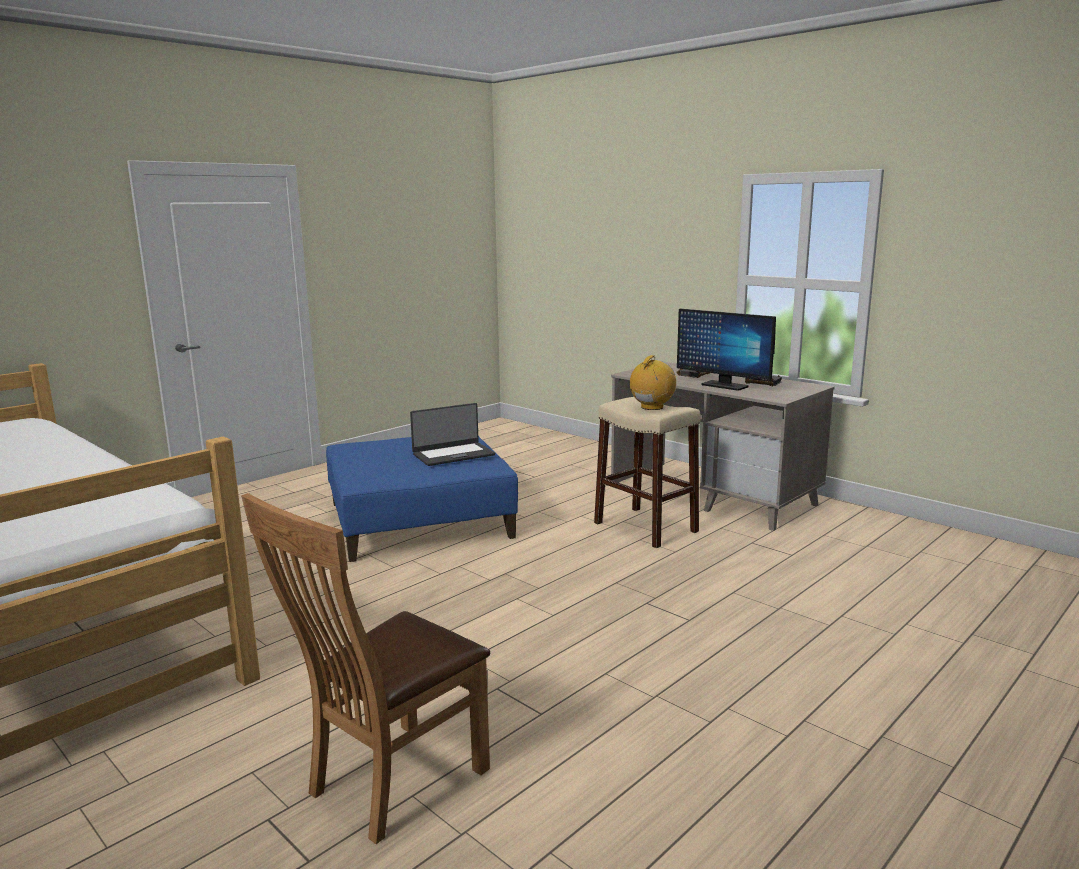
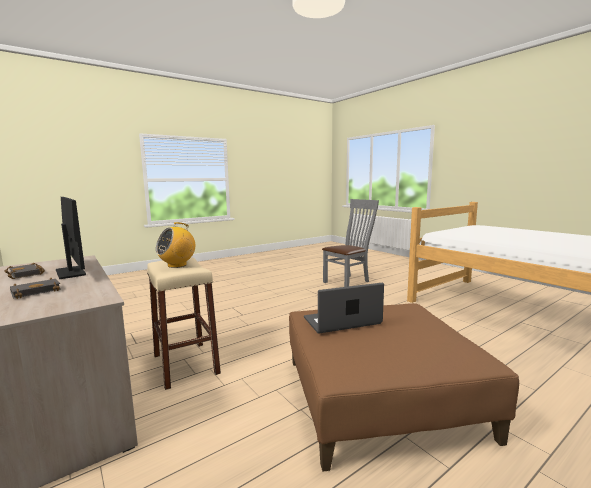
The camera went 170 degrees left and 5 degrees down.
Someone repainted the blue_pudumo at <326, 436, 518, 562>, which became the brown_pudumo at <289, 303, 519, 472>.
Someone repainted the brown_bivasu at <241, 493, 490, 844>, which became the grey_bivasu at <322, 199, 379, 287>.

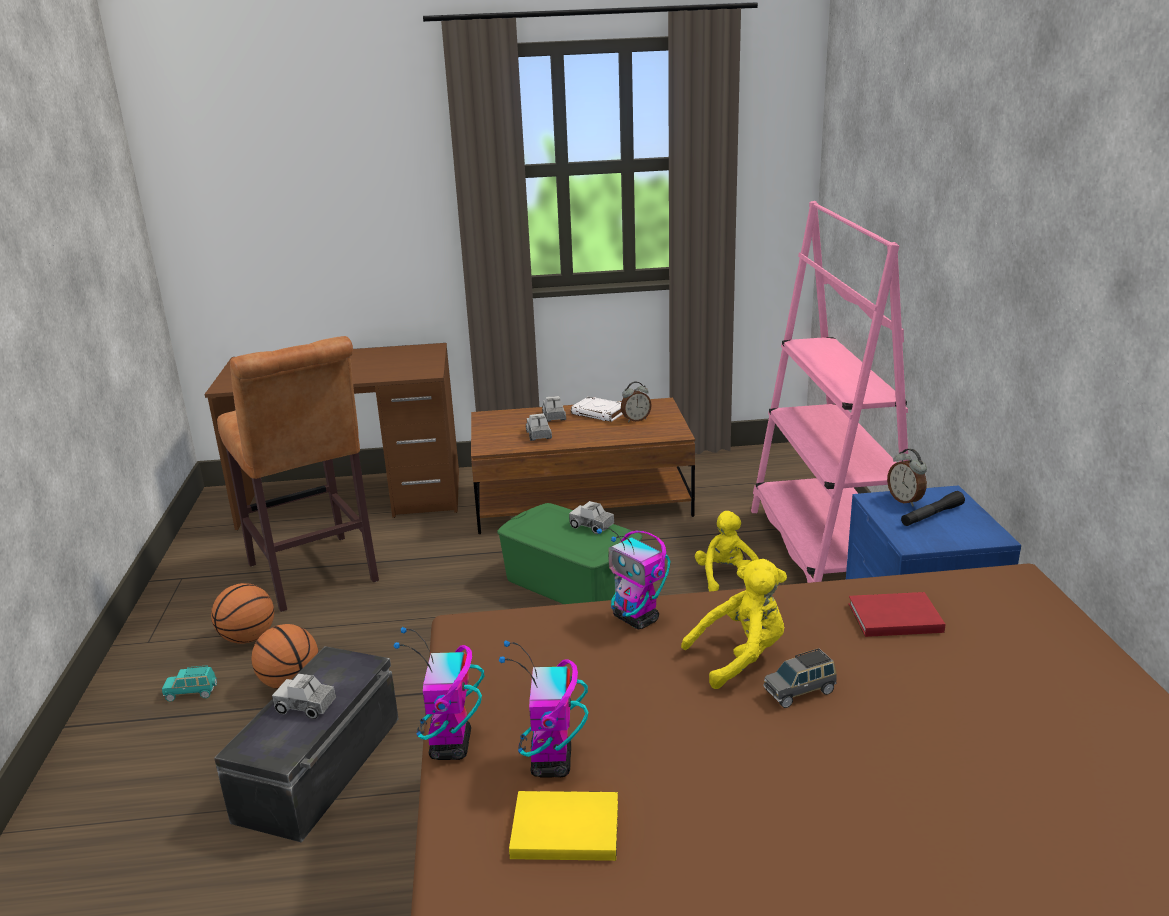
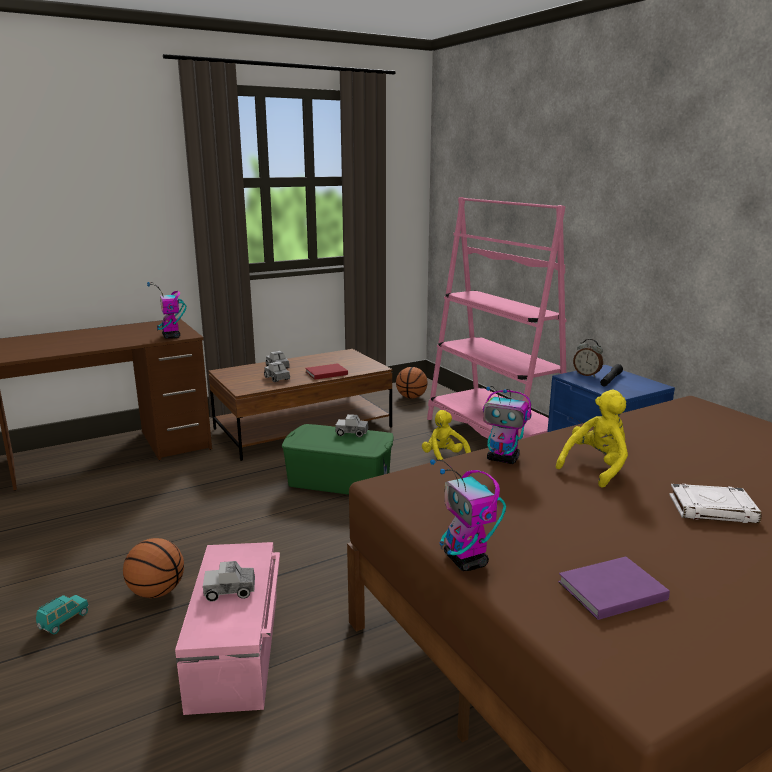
The camera went 25 degrees left and 5 degrees down.
Someone took away the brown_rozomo at <217, 336, 379, 612>.
Someone took away the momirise at <621, 382, 652, 423>.
Someone carried the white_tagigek from <571, 397, 623, 422> to <669, 484, 761, 523>.
Someone carried the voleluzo from <211, 583, 274, 644> to <396, 367, 428, 398>.
Someone carried the red_tagigek from <848, 592, 945, 637> to <305, 363, 348, 380>.
Someone carried the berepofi from <499, 640, 589, 778> to <147, 282, 186, 339>.
Someone repainted the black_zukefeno at <214, 646, 399, 843>, which became the pink_zukefeno at <175, 542, 280, 715>.
Someone took away the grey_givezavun at <763, 648, 837, 708>.
Someone rotated the turquoise_givezavun at <162, 665, 217, 702> by 150 degrees clockwise.
Someone repainted the yellow_tagigek at <509, 791, 618, 861>, which became the purple_tagigek at <558, 556, 670, 620>.

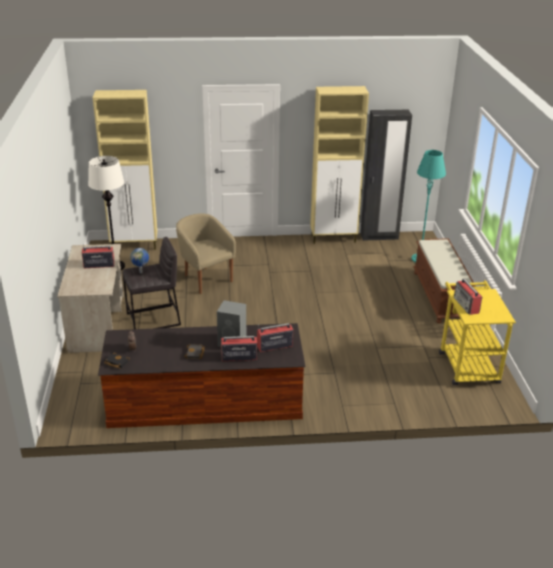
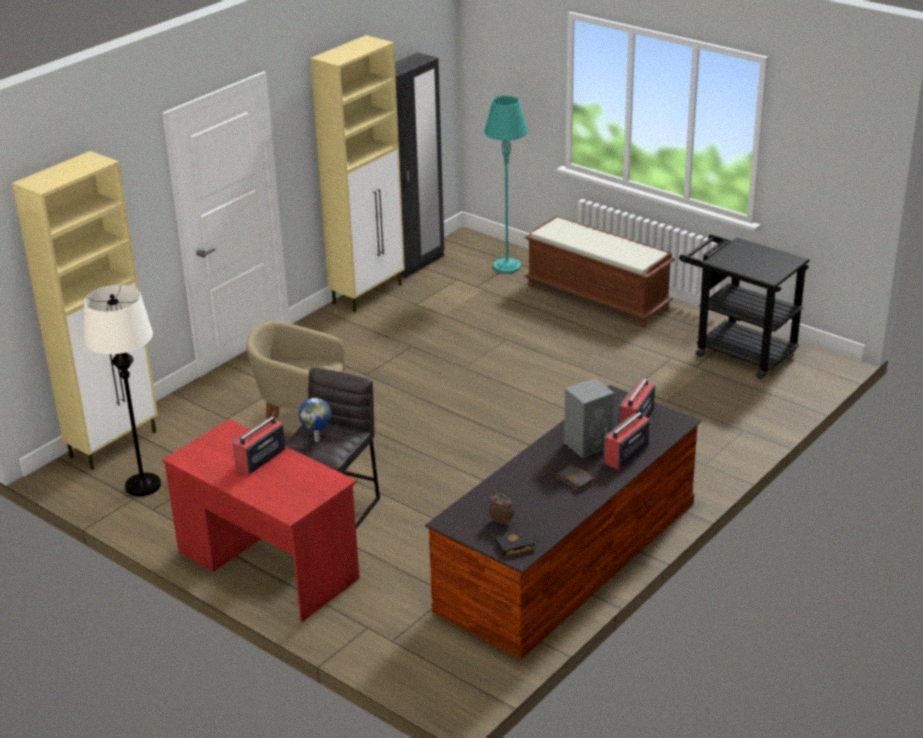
The camera went 45 degrees left and 0 degrees up.
Someone repainted the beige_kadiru at <57, 244, 124, 353>, which became the red_kadiru at <162, 419, 360, 622>.
Someone took away the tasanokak at <454, 278, 482, 315>.
Someone repainted the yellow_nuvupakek at <439, 281, 516, 385>, which became the black_nuvupakek at <679, 234, 810, 379>.

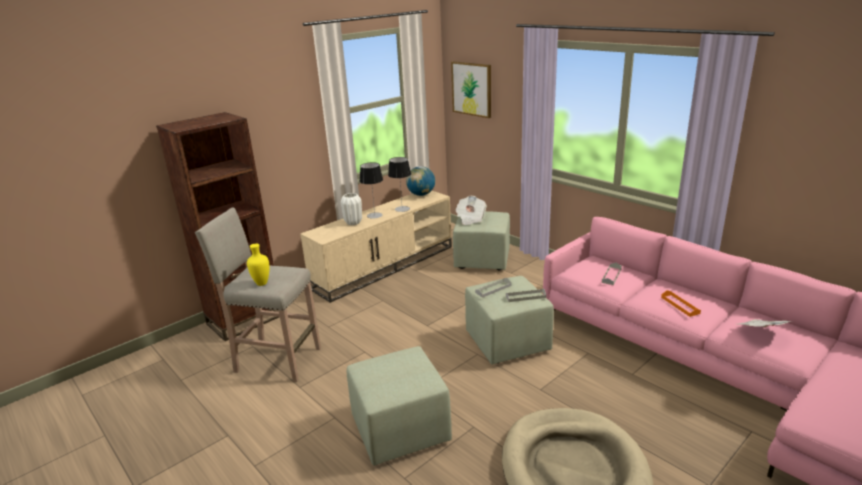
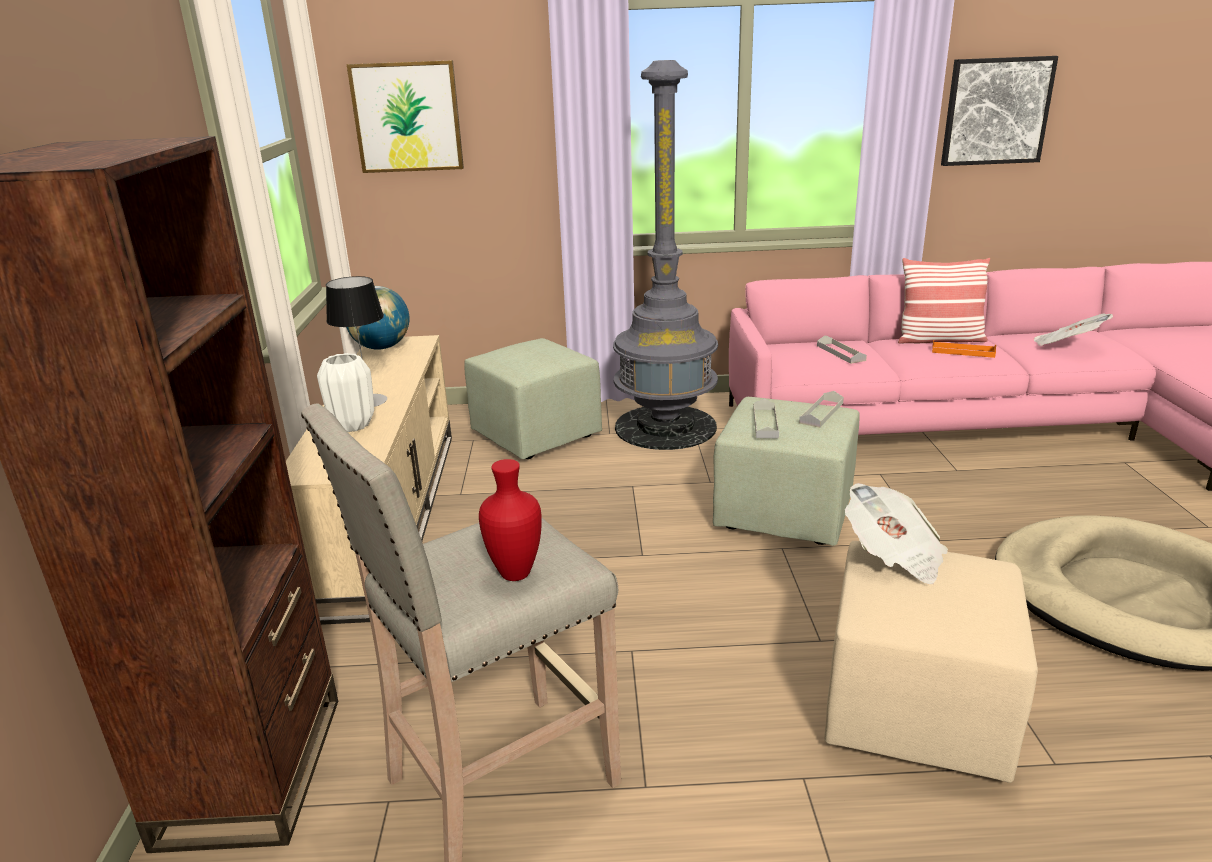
The camera went 50 degrees left and 0 degrees up.
Someone took away the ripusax at <388, 157, 411, 212>.
Someone carried the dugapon from <455, 196, 487, 225> to <845, 483, 948, 584>.
Someone repainted the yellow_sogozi at <247, 243, 269, 286>, which became the red_sogozi at <479, 459, 542, 581>.
Someone repainted the green_pudumo at <347, 346, 452, 466>, which became the beige_pudumo at <824, 541, 1038, 783>.
Someone put up the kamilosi at <941, 56, 1058, 166>.
Someone put down the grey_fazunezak at <613, 60, 718, 450>.
Someone put down the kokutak at <898, 258, 990, 344>.

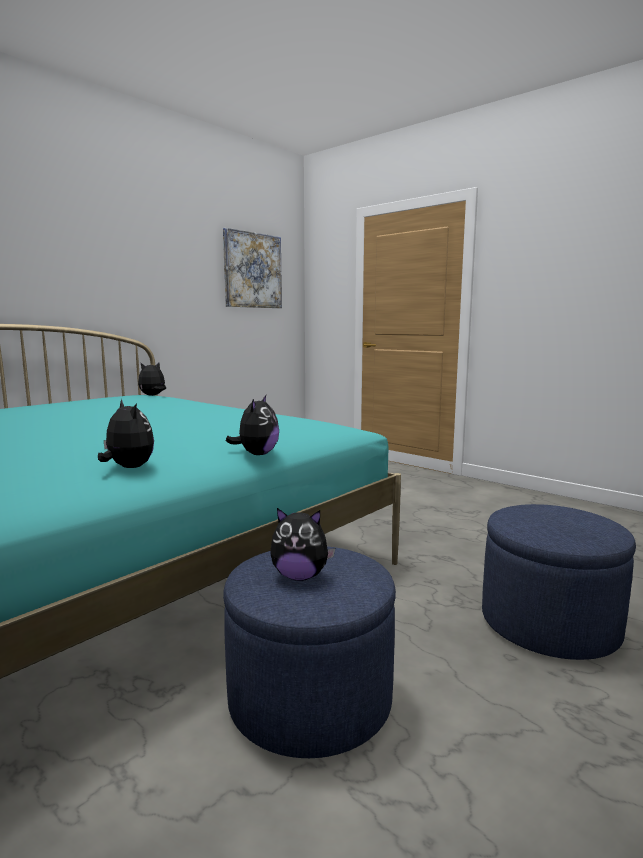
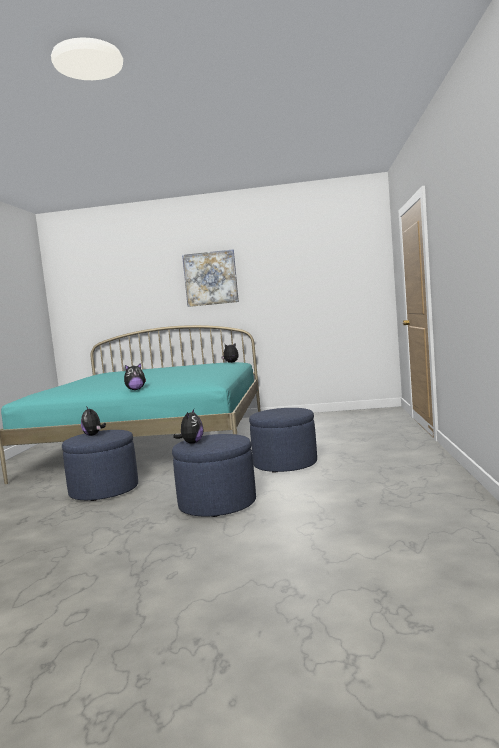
The camera went 55 degrees right and 5 degrees down.
Someone carried the kamilosi from <223, 228, 282, 308> to <182, 249, 239, 307>.
Someone carried the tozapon from <98, 399, 154, 468> to <173, 409, 203, 444>.
Someone put down the blue_pudumo at <249, 408, 317, 473>.

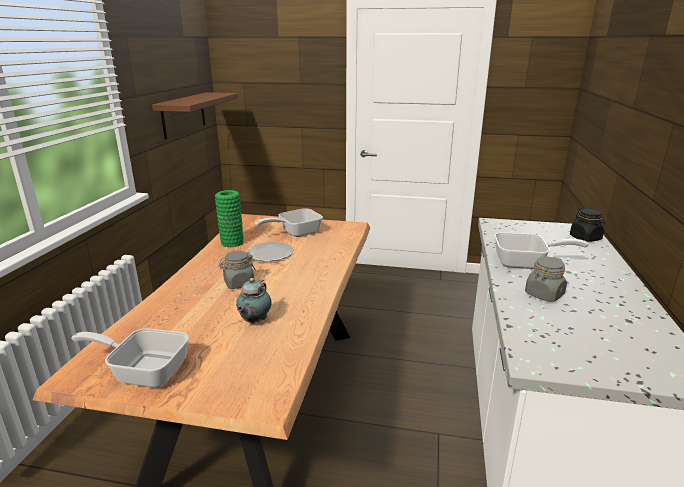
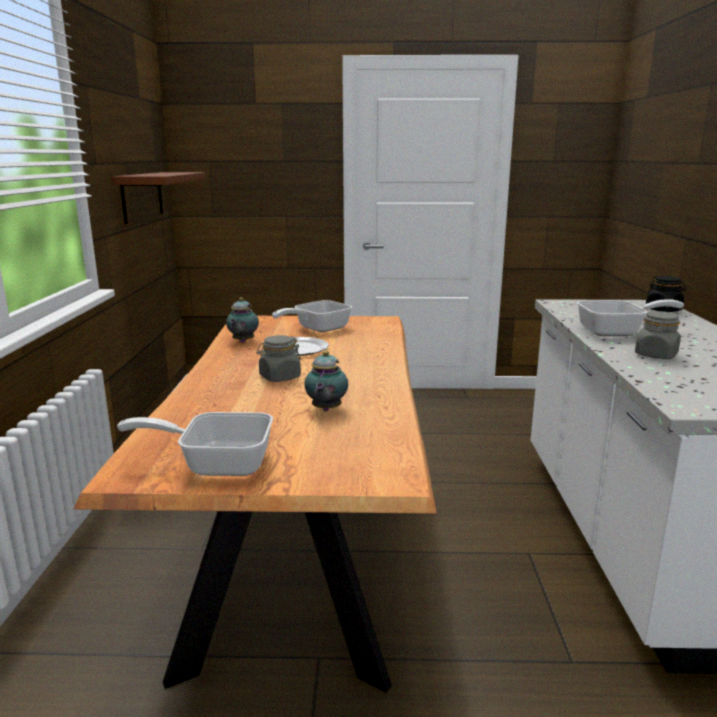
The camera went 10 degrees left and 5 degrees down.
Someone swapped the green_sogozi at <215, 190, 244, 247> for the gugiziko at <226, 297, 259, 343>.

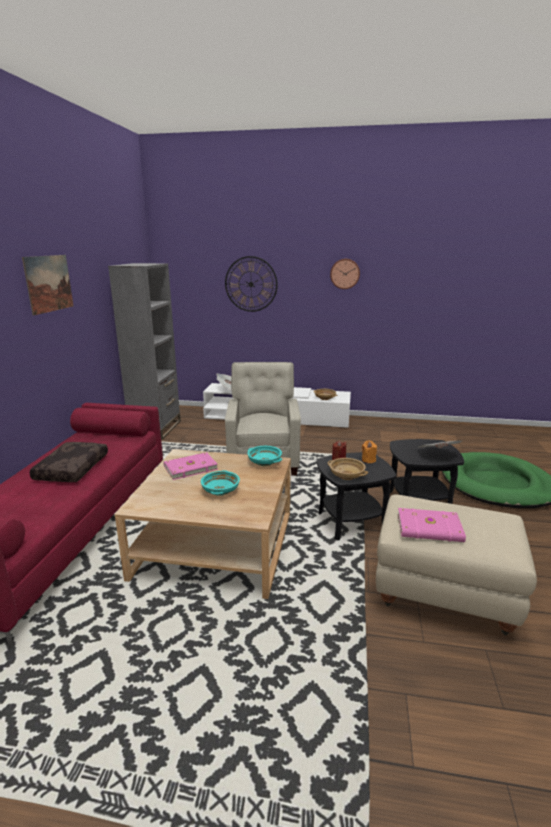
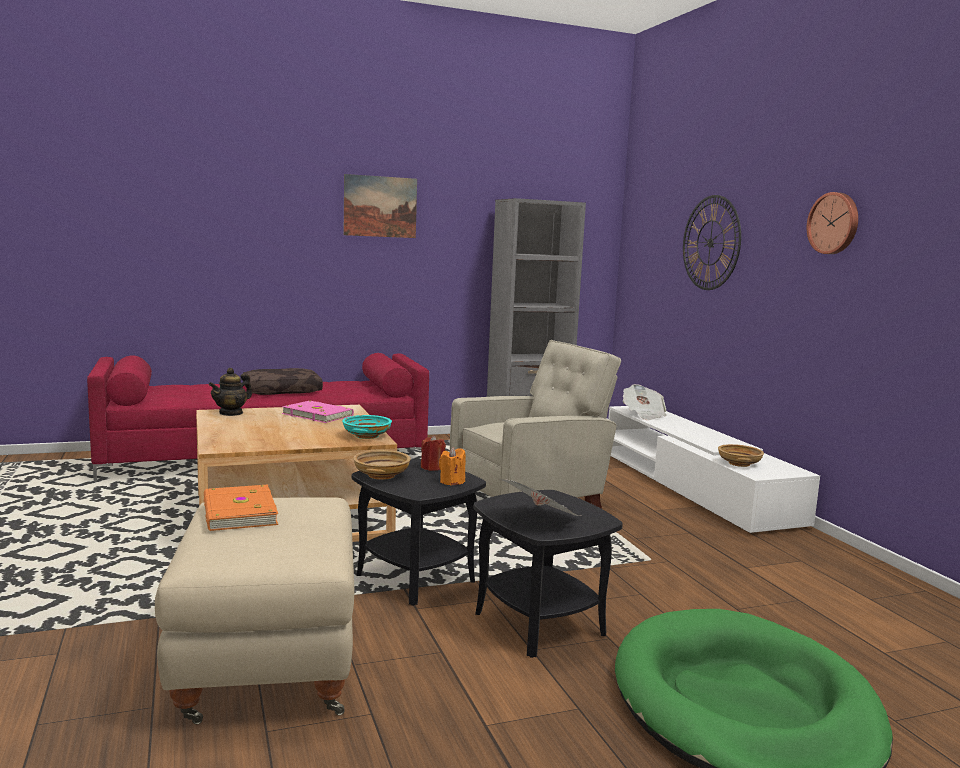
The camera went 60 degrees right and 10 degrees down.
Someone took away the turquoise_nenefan at <201, 470, 240, 496>.
Someone repainted the pink_tagigek at <398, 508, 466, 542>, which became the orange_tagigek at <204, 485, 278, 531>.
Someone put down the gugiziko at <209, 368, 252, 416>.

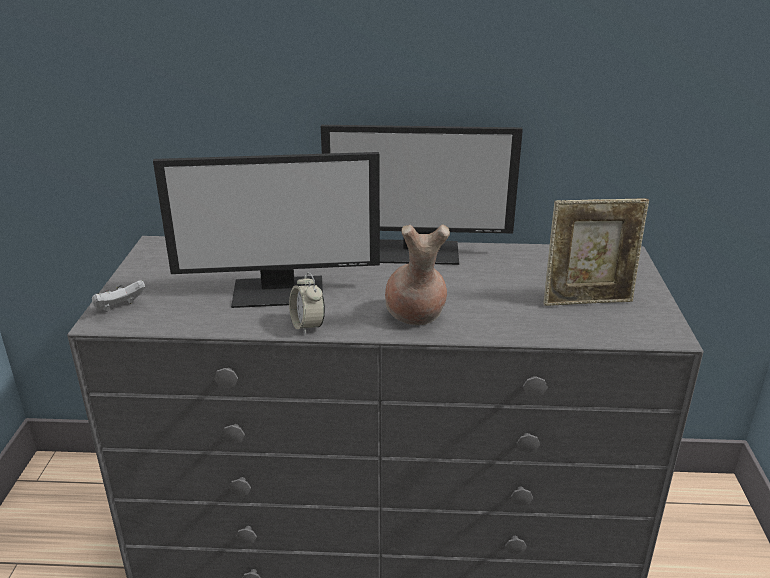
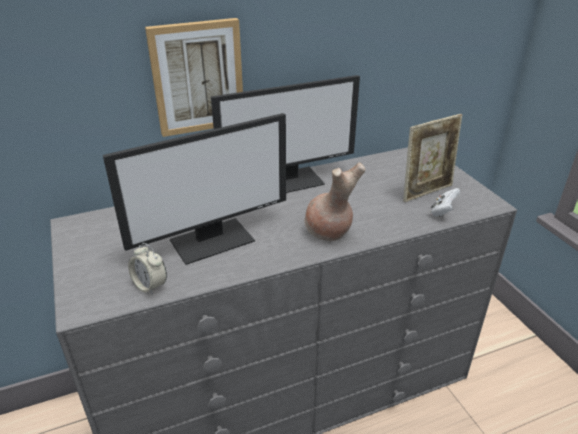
The camera went 25 degrees left and 5 degrees up.
Someone carried the momirise from <289, 272, 325, 335> to <128, 243, 167, 295>.
Someone carried the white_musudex from <92, 280, 145, 312> to <431, 188, 460, 217>.
Someone put up the kamilosi at <145, 18, 243, 137>.

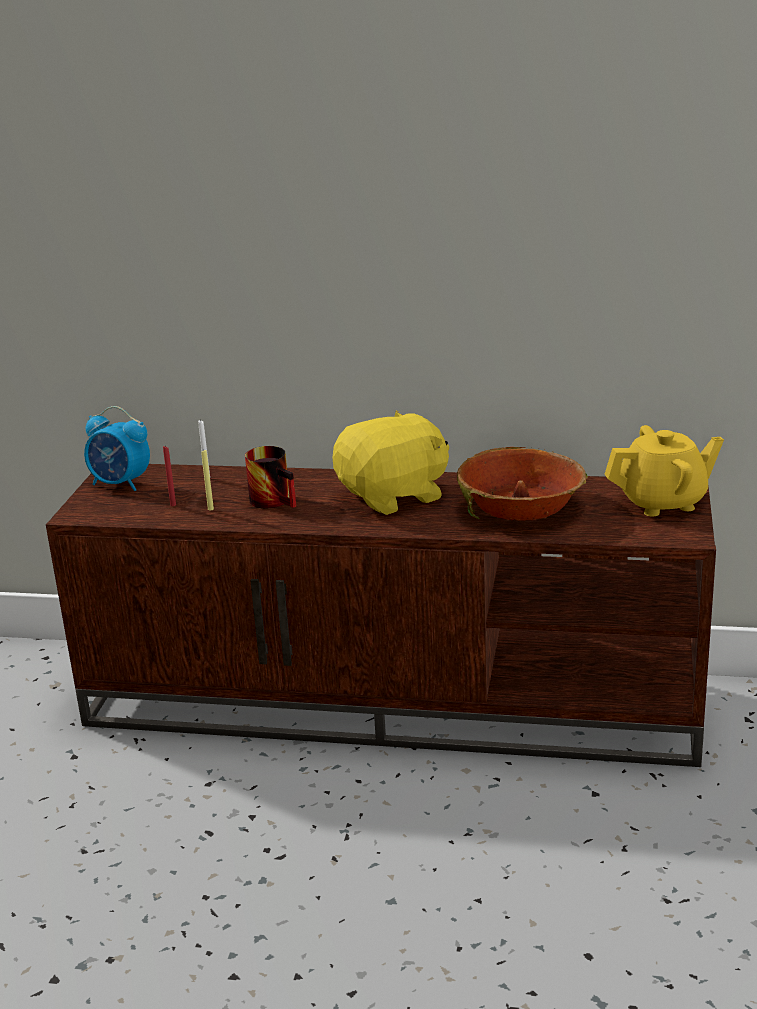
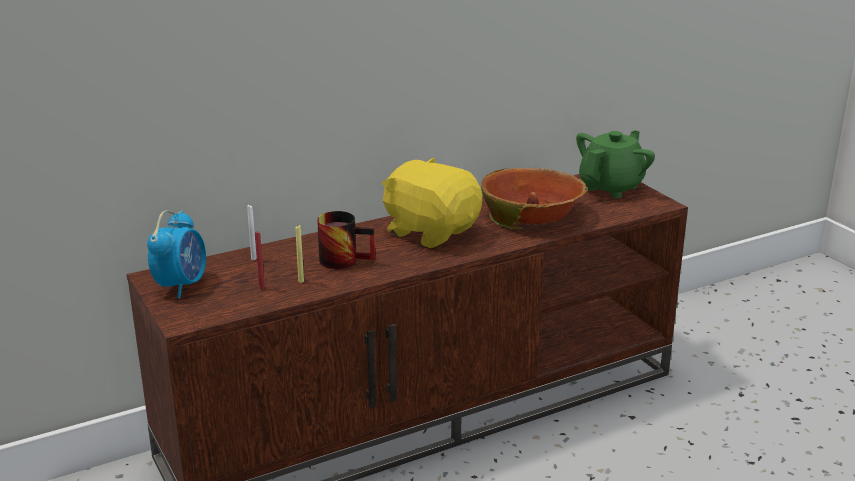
The camera went 40 degrees left and 0 degrees up.
Someone rotated the momirise at <84, 406, 150, 491> by 60 degrees counterclockwise.
Someone rotated the yellow_tozapon at <333, 410, 449, 515> by 75 degrees counterclockwise.
Someone repainted the yellow_gugiziko at <604, 425, 724, 517>, which became the green_gugiziko at <576, 130, 655, 198>.

